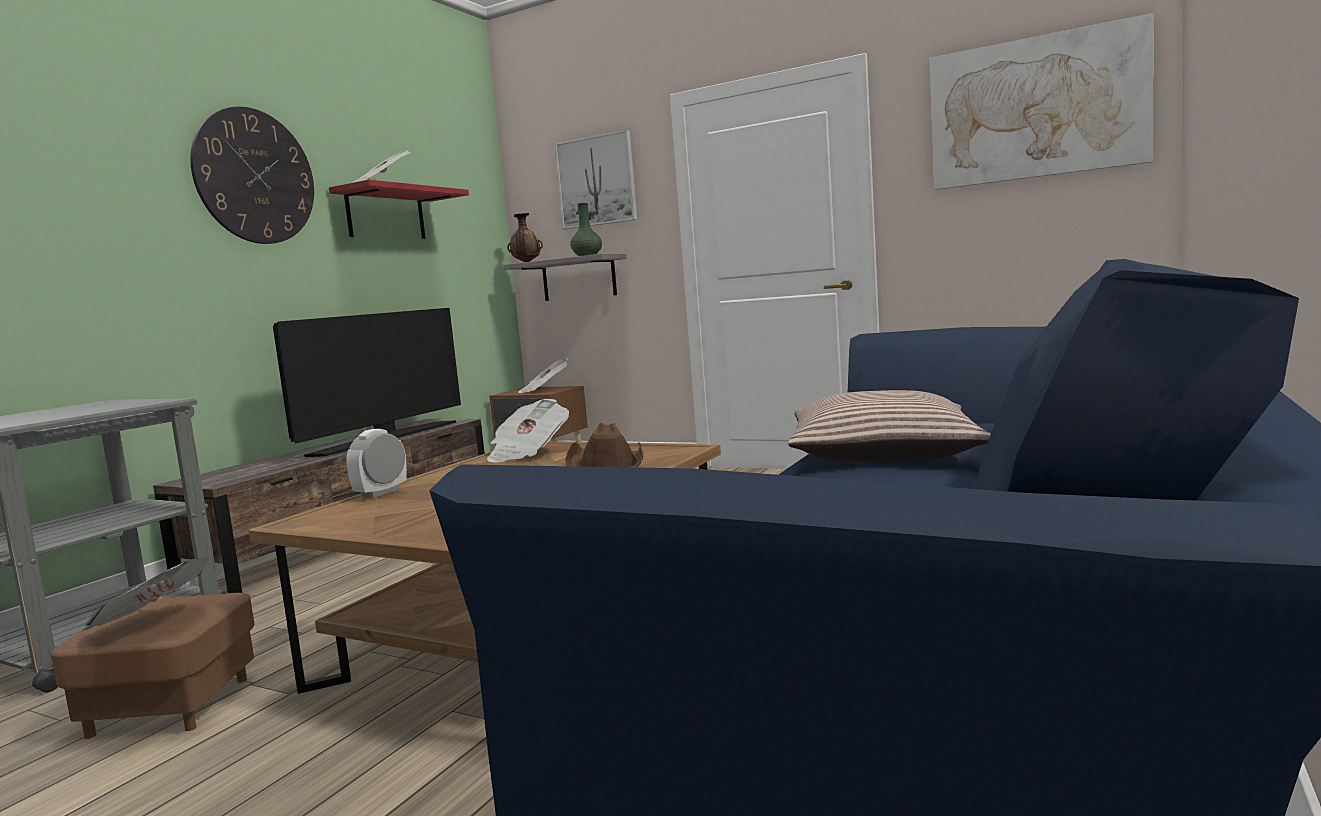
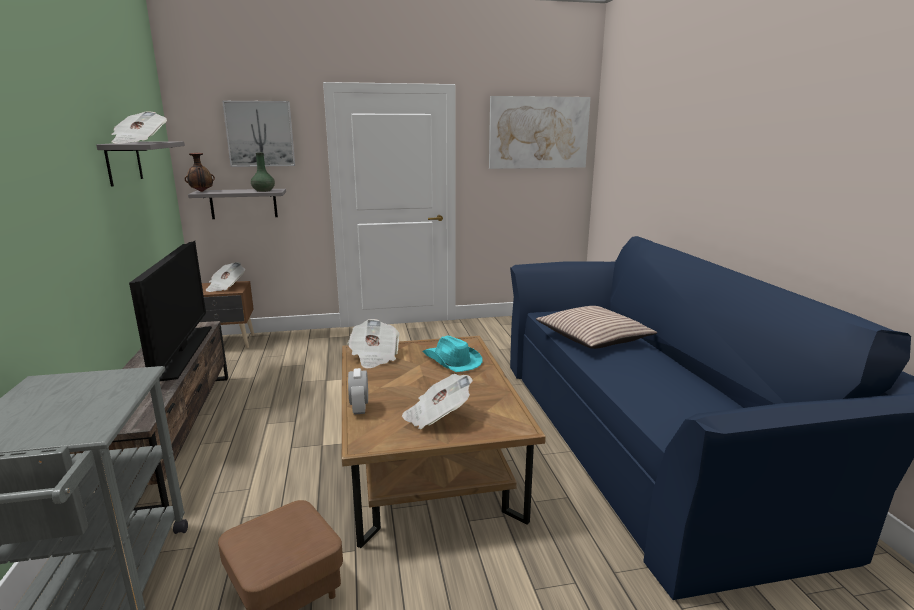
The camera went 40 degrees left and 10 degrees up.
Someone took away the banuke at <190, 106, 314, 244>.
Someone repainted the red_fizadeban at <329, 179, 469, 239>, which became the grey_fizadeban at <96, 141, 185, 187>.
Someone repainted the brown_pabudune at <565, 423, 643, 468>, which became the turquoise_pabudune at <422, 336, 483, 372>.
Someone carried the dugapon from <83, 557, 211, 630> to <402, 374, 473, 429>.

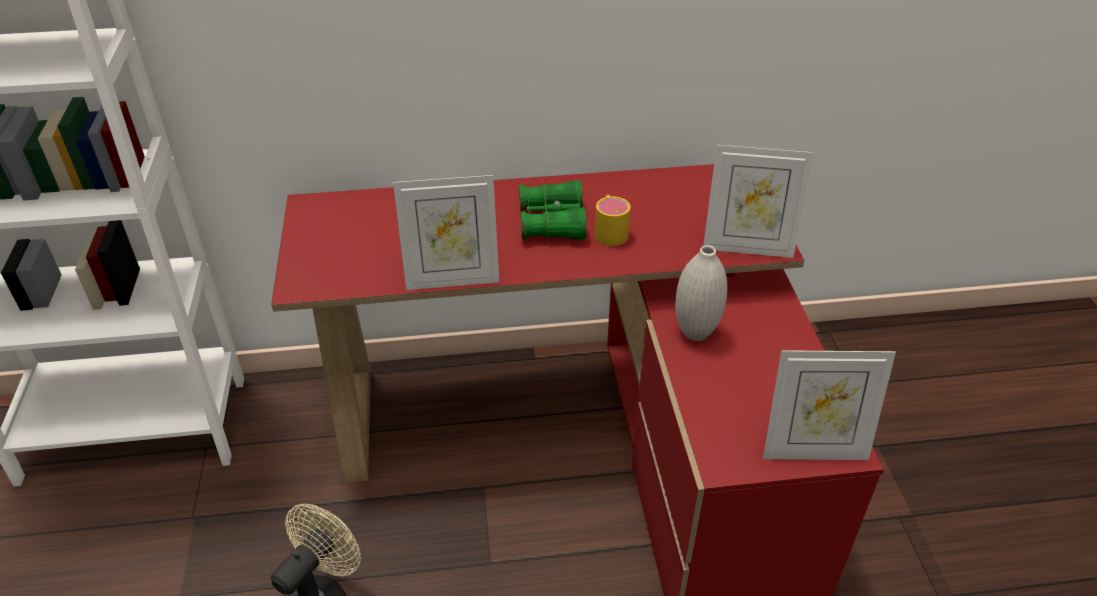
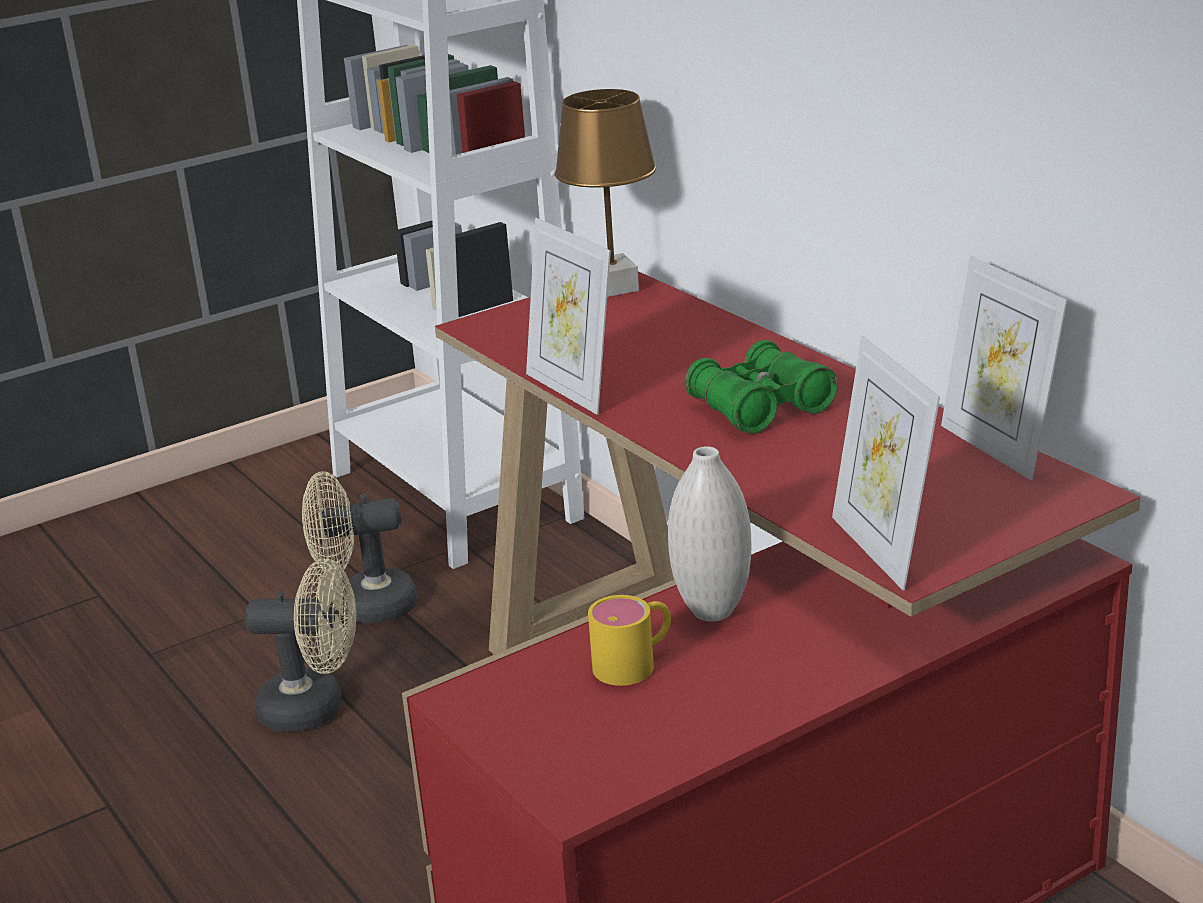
The camera went 65 degrees right and 15 degrees down.
Someone carried the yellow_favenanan from <595, 195, 630, 246> to <588, 595, 671, 686>.
Someone carried the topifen from <763, 350, 896, 460> to <941, 256, 1067, 480>.
Someone put down the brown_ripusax at <555, 89, 656, 297>.
Someone put down the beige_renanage at <302, 471, 417, 623>.

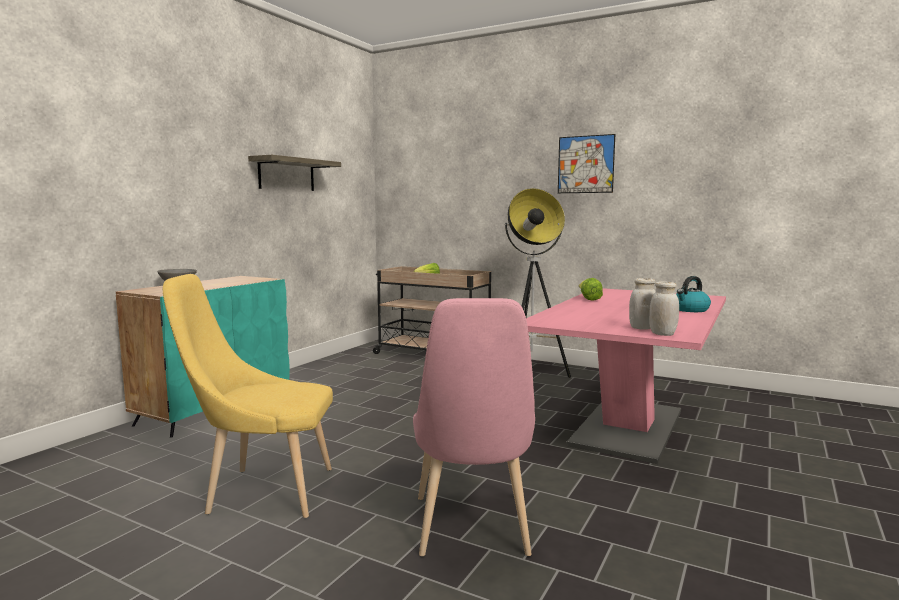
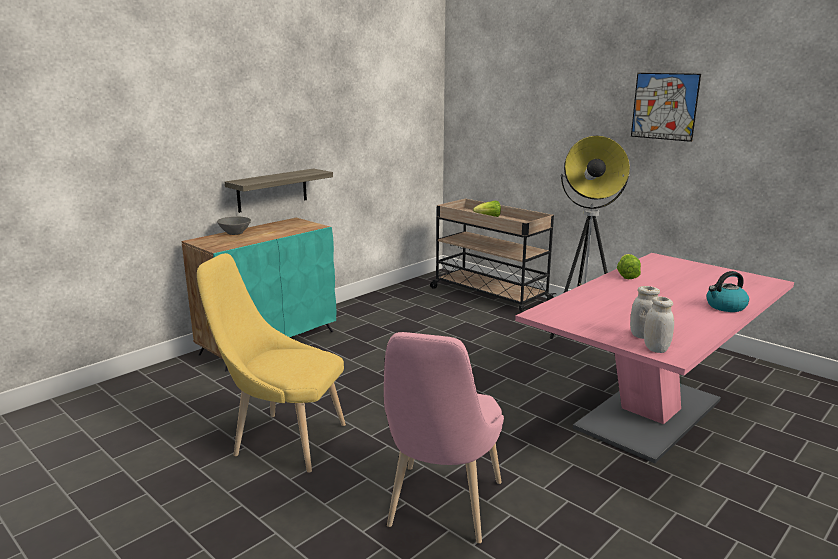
The camera went 15 degrees right and 10 degrees up.
Someone carried the fizadeban from <248, 155, 341, 191> to <225, 169, 333, 213>.

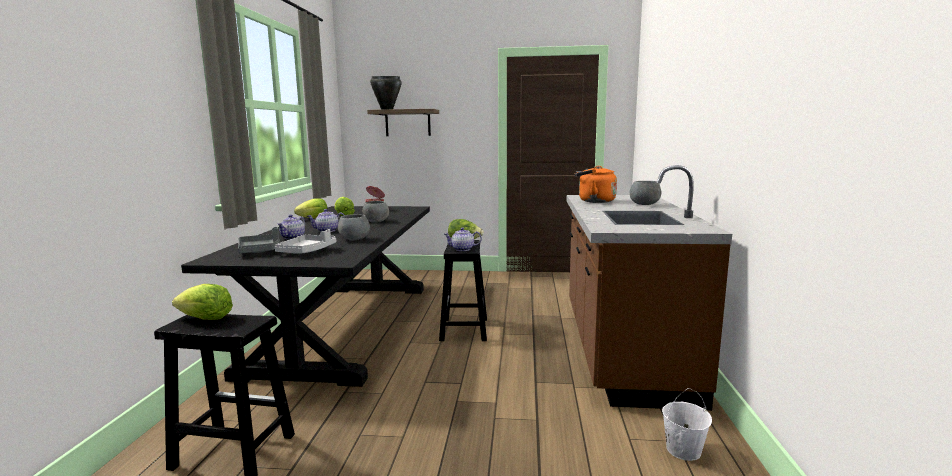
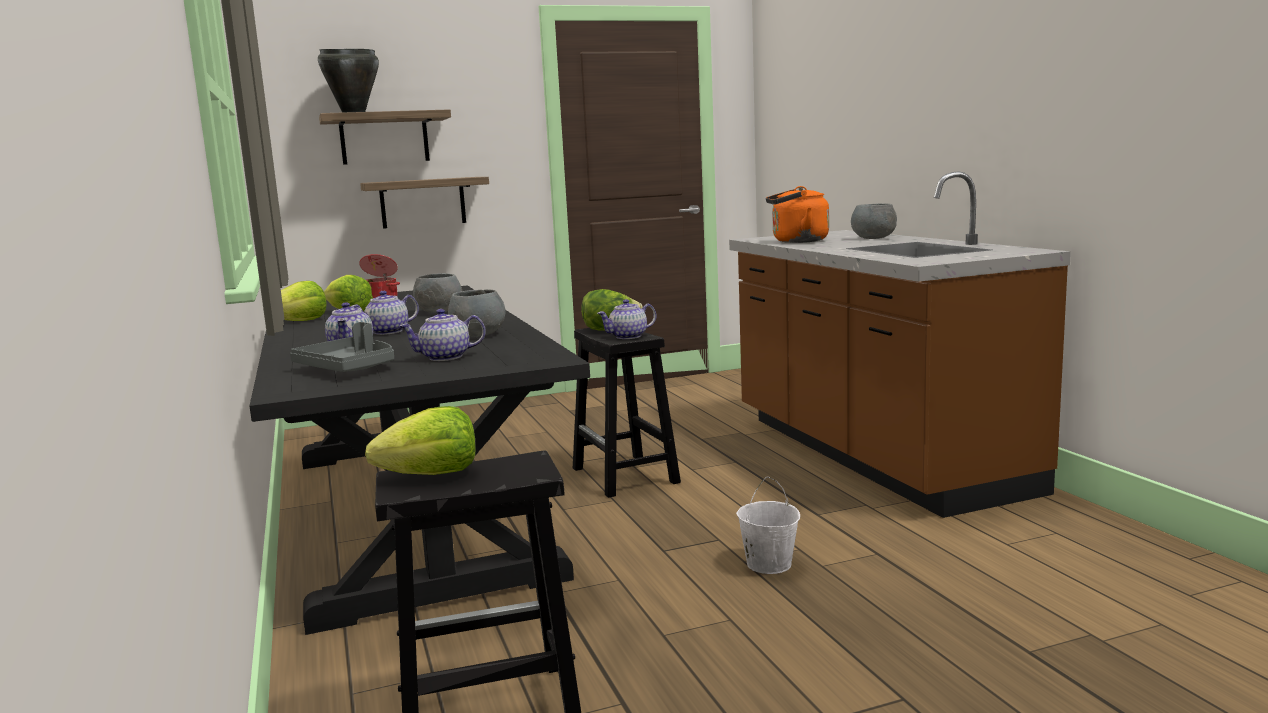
The camera went 25 degrees left and 0 degrees up.
Someone swapped the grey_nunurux at <275, 229, 336, 254> for the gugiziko at <399, 309, 486, 361>.
Someone carried the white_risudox from <662, 388, 712, 461> to <736, 476, 800, 574>.
Someone put up the fizadeban at <360, 177, 489, 229>.

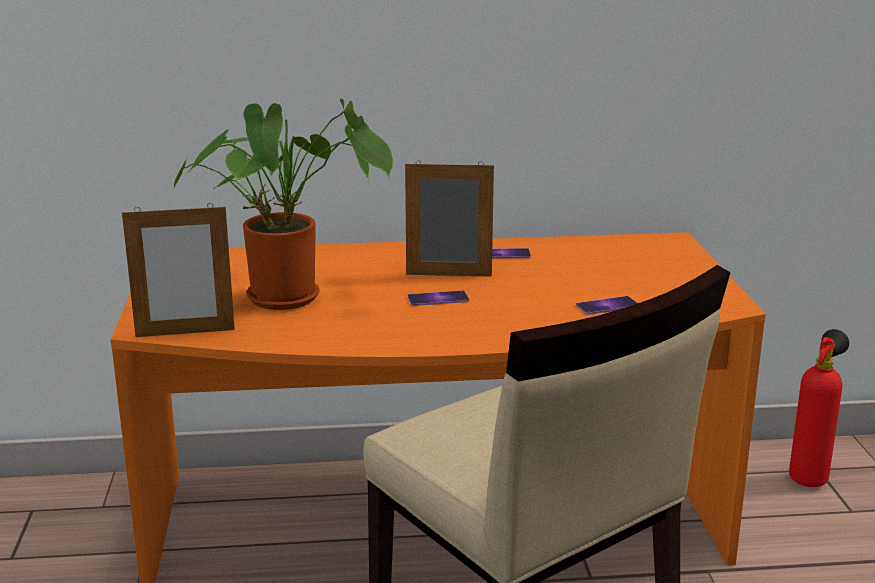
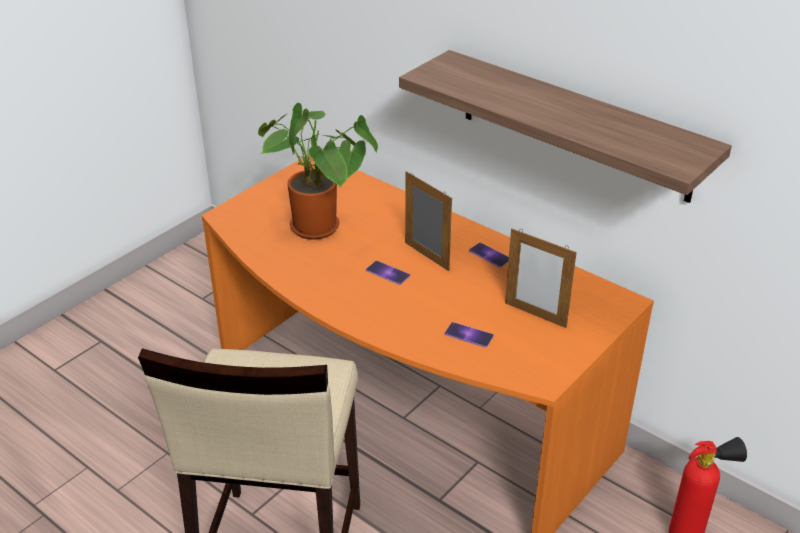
The camera went 45 degrees right and 15 degrees up.
Someone carried the topifen from <122, 203, 235, 337> to <505, 229, 577, 328>.
Someone put up the fizadeban at <399, 50, 732, 203>.

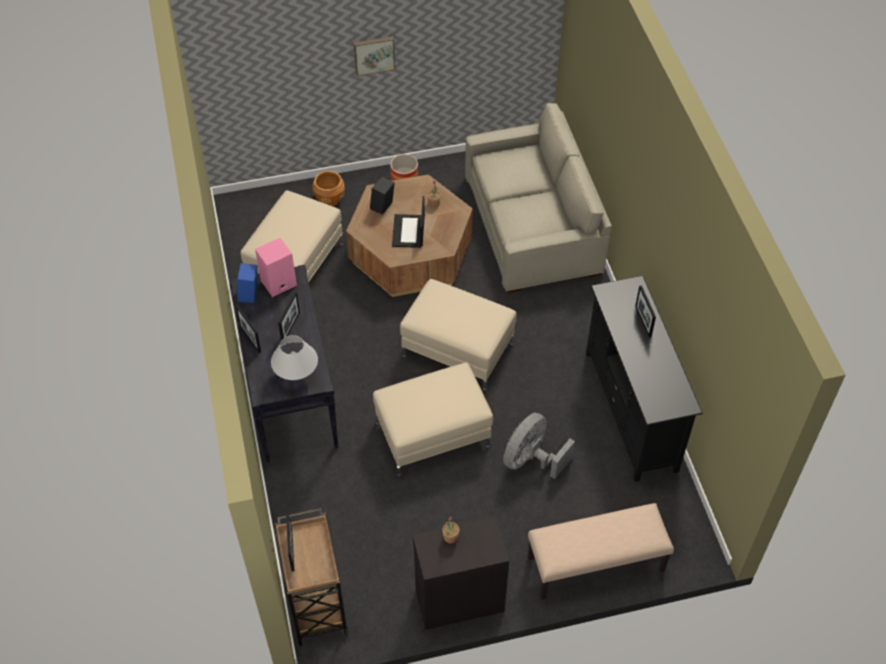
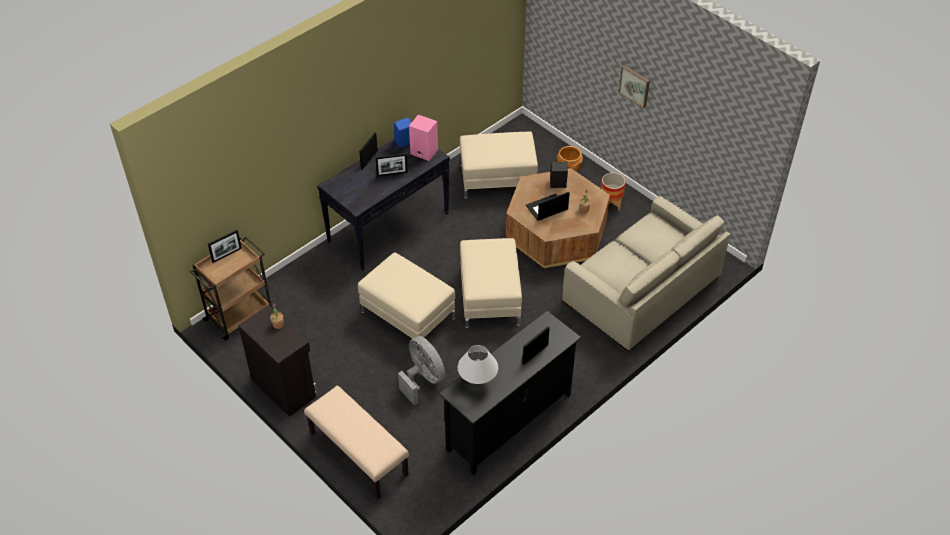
The camera went 60 degrees right and 5 degrees down.
Someone carried the white_ripusax from <271, 335, 318, 380> to <458, 345, 498, 384>.
Someone rotated the grey_renanage at <503, 413, 575, 479> by 45 degrees clockwise.

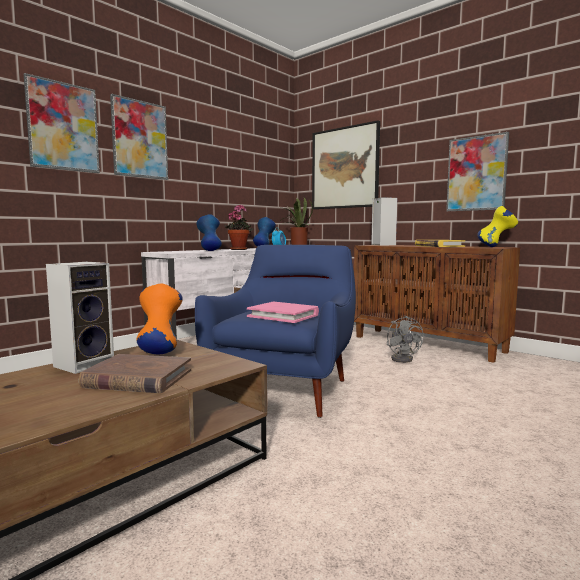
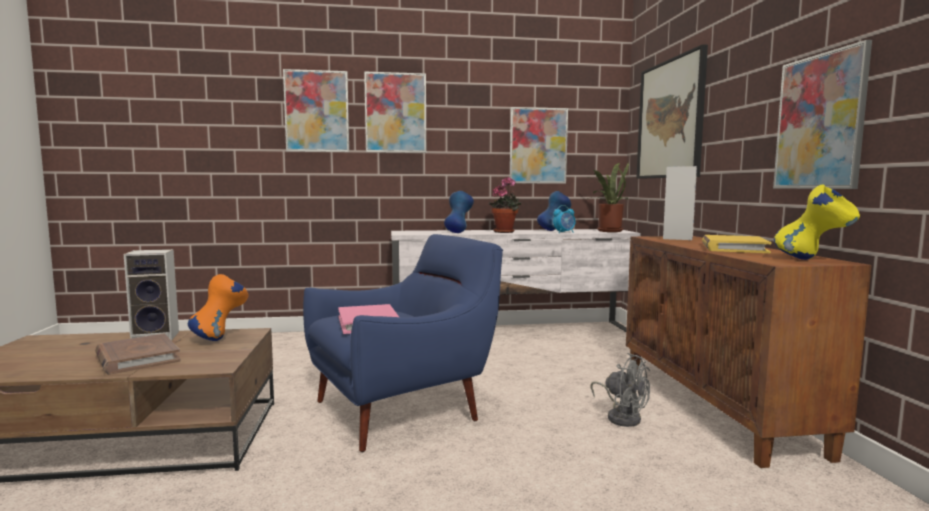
The camera went 40 degrees right and 0 degrees up.
Someone rotated the grey_renanage at <387, 316, 424, 363> by 75 degrees counterclockwise.
Someone put up the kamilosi at <510, 107, 568, 184>.

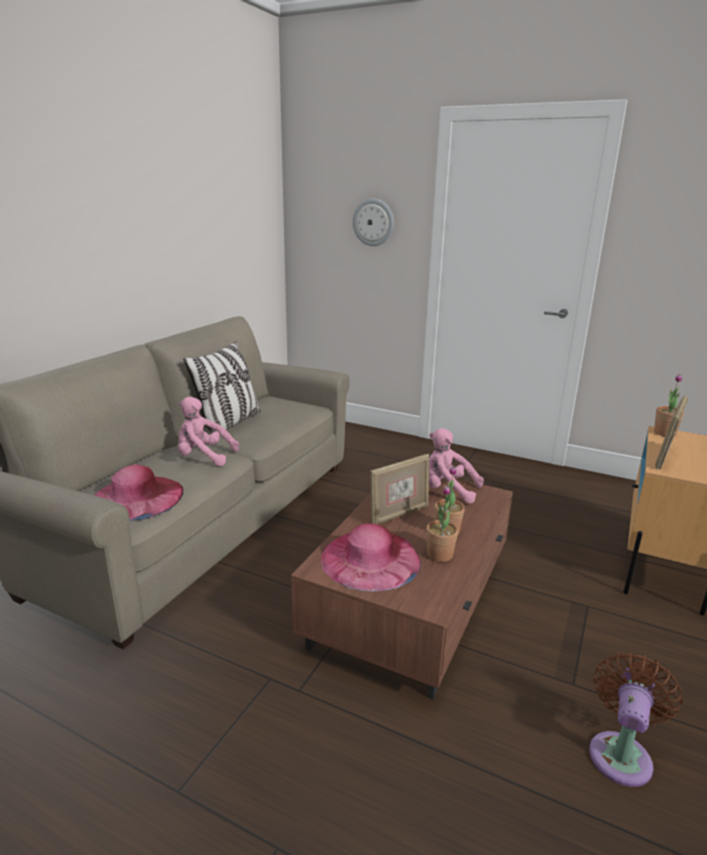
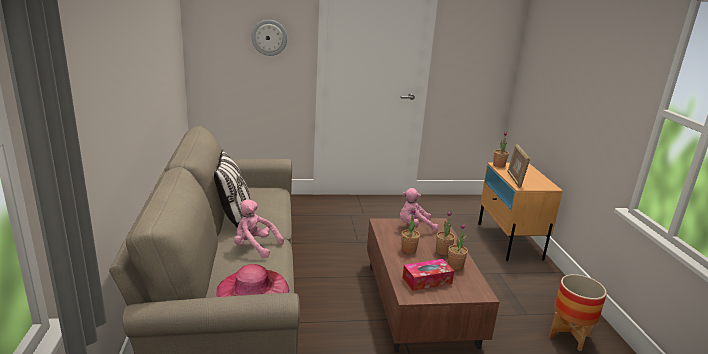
The camera went 35 degrees left and 0 degrees up.
Someone rotated the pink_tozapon at <178, 397, 239, 466> by 45 degrees clockwise.
Someone swapped the topifen at <370, 453, 429, 525> for the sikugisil at <401, 208, 420, 254>.
Someone swapped the pink_pabudune at <321, 524, 421, 592> for the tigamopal at <402, 259, 454, 291>.
Someone swapped the brown_renanage at <589, 652, 683, 787> for the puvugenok at <549, 274, 607, 351>.

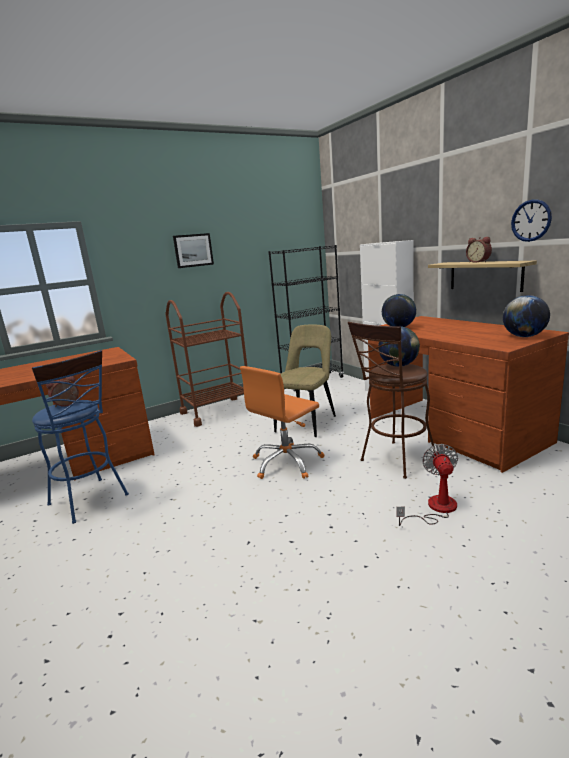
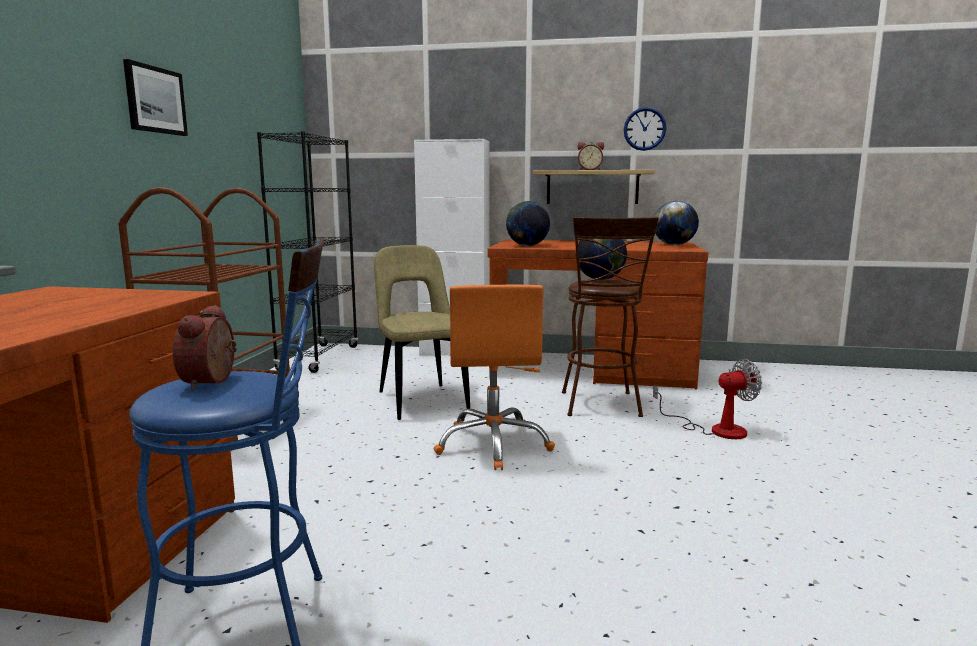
The camera went 50 degrees left and 5 degrees down.
Someone rotated the renanage at <396, 444, 458, 526> by 120 degrees clockwise.

